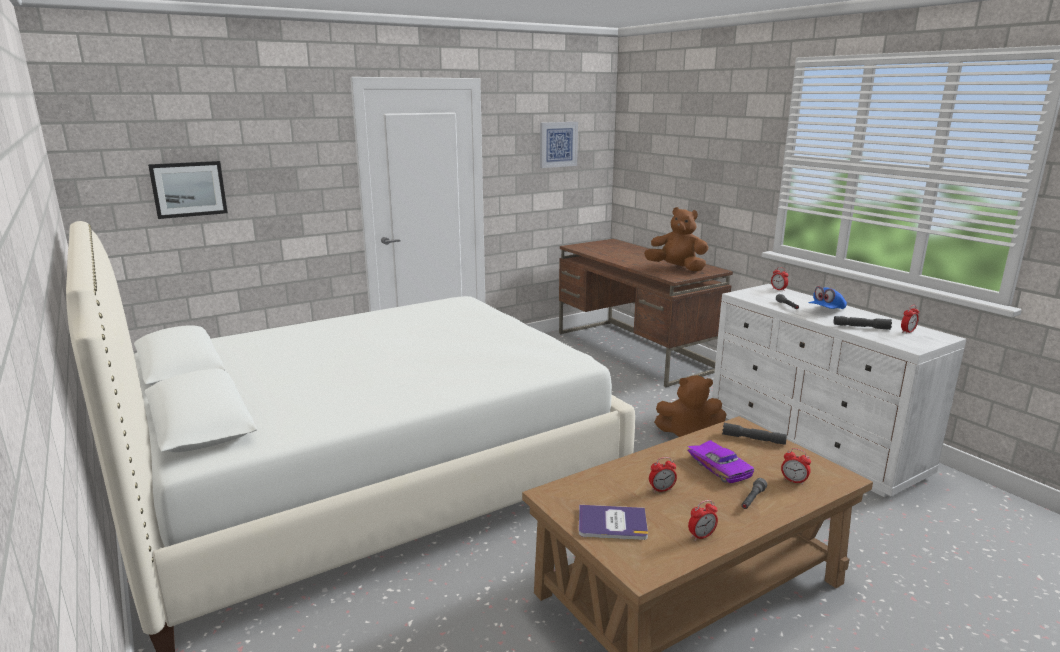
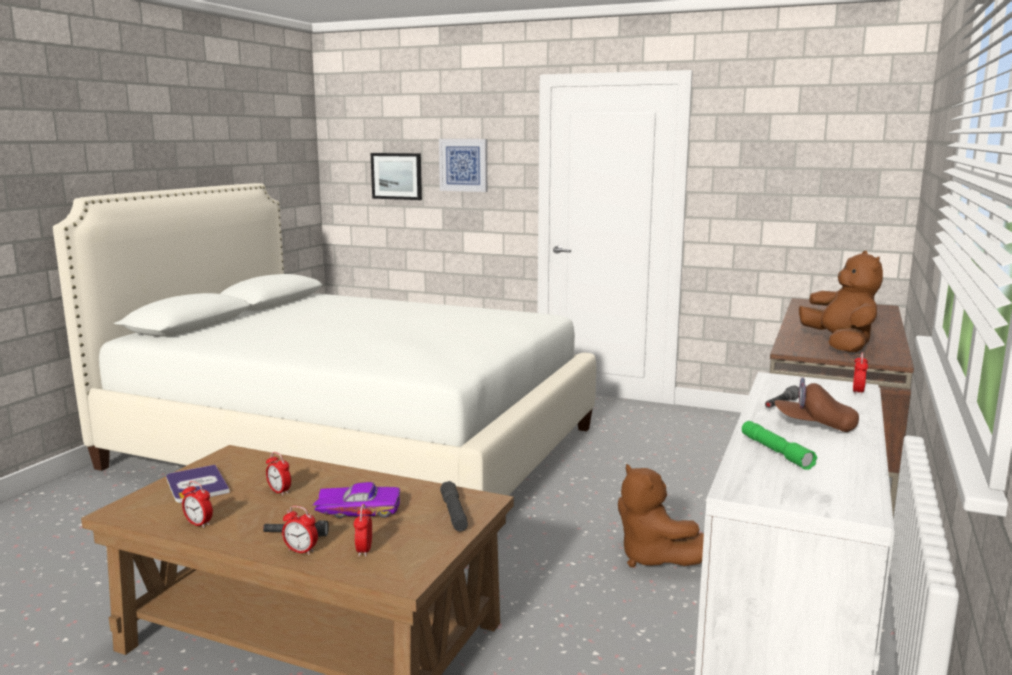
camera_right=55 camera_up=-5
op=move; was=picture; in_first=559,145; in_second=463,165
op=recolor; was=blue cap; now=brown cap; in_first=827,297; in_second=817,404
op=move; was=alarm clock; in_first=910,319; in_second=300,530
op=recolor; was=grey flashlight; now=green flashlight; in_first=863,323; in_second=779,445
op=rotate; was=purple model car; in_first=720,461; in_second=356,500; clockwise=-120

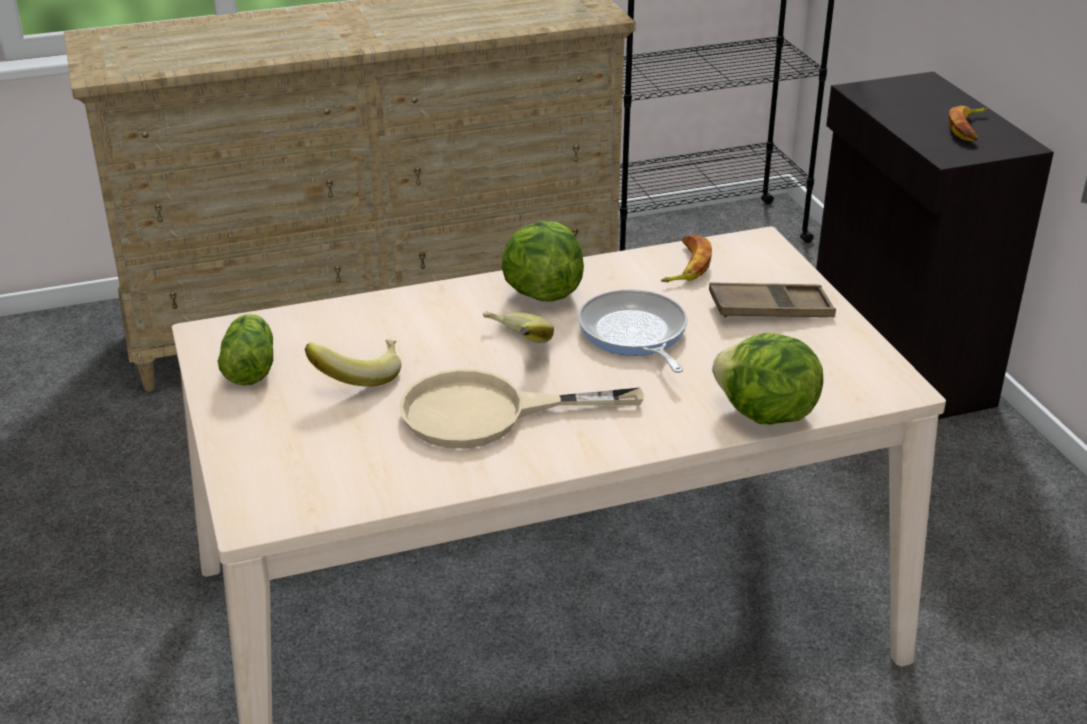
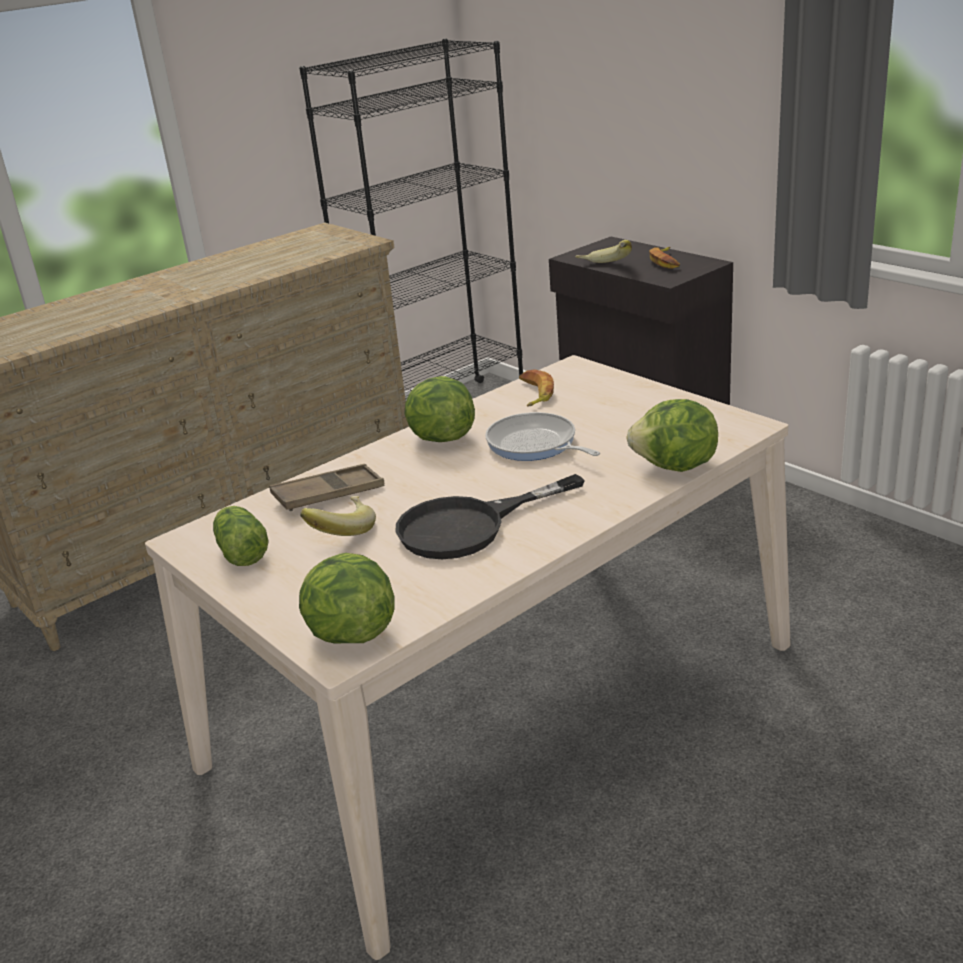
camera_right=-20 camera_up=-5
op=move; was=brown tray; in_first=772,300; in_second=327,487
op=move; was=banana fruit; in_first=518,327; in_second=603,251
op=recolor; was=beige-coloured skillet; now=black skillet; in_first=521,409; in_second=490,516
op=insert; now=lettuce head; in_second=347,598

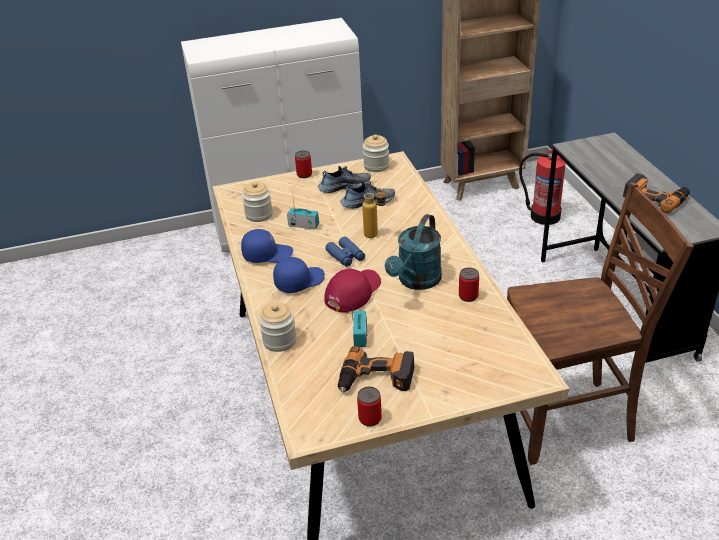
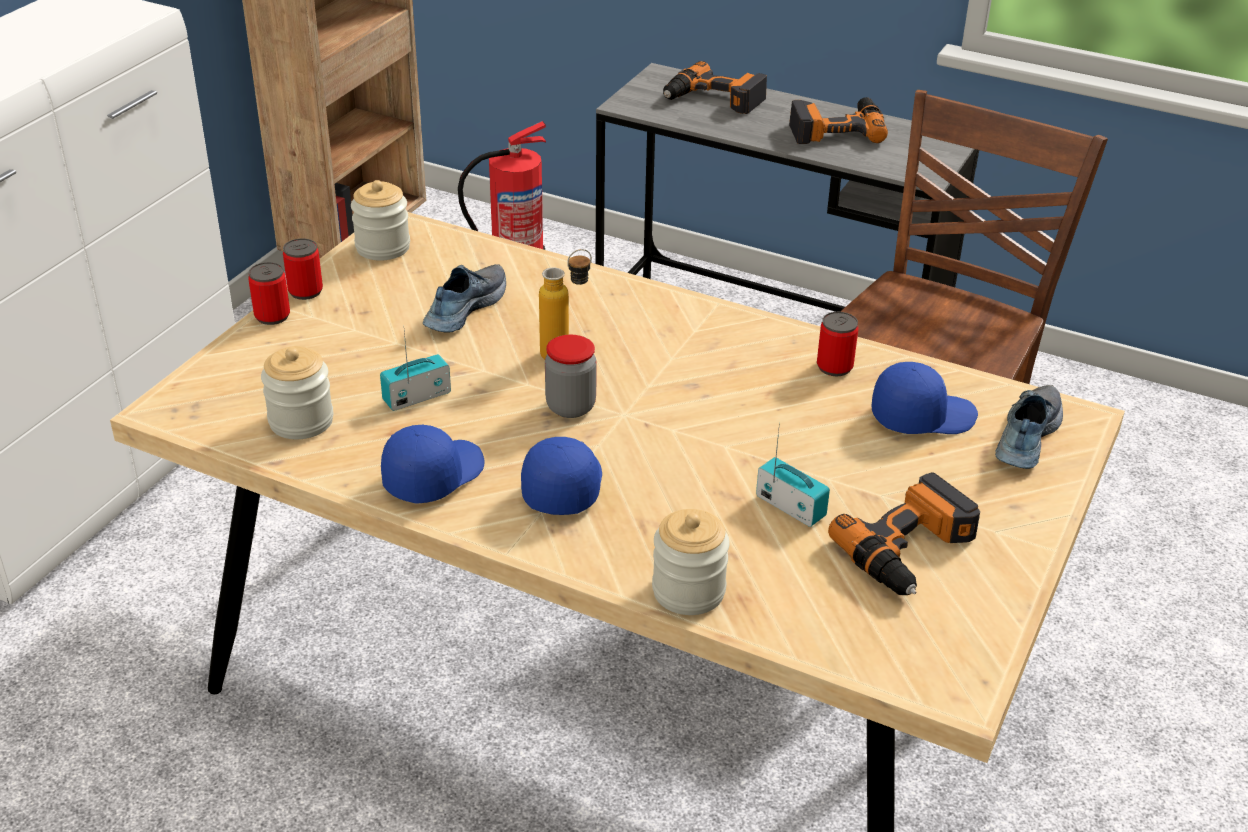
camera_right=-50 camera_up=0
op=move; was=low shoe; in_first=344,179; in_second=1029,427
op=delete; was=blue-green watering can; in_first=413,252
op=replace; was=blue binoculars; now=jar; in_first=345,252; in_second=571,376
op=delete; was=red-coloured cap; in_first=352,291
op=move; was=metal can; in_first=369,407; in_second=303,269
op=insert; now=drill; in_second=715,87
op=insert; now=blue cap; in_second=925,398

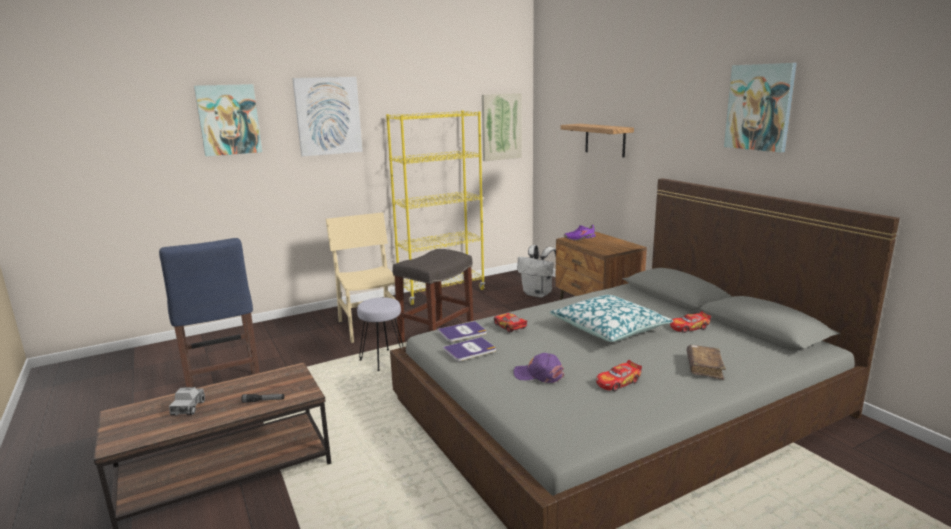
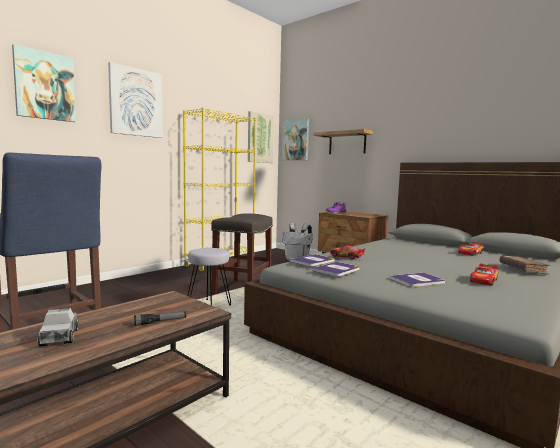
camera_right=-20 camera_up=-10
op=move; was=picture; in_first=760,108; in_second=295,139
op=delete; was=beige-coloured upright chair; in_first=361,277
op=delete; was=throw pillow; in_first=611,318
op=replace; was=purple cap; now=bound book; in_first=538,368; in_second=417,279

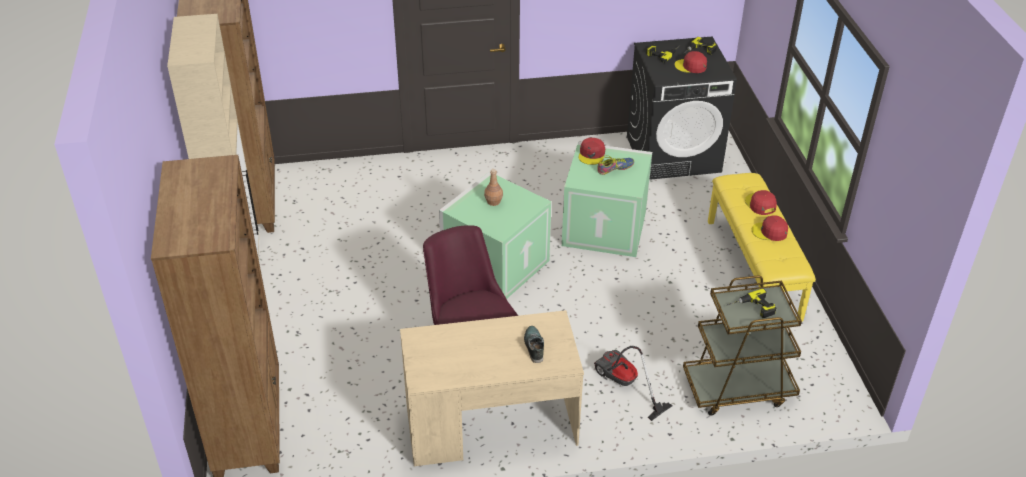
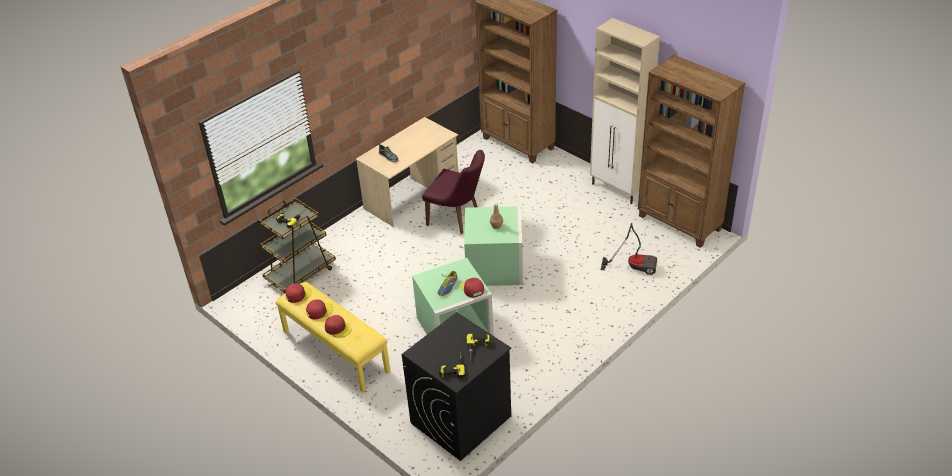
camera_right=145 camera_up=0
op=move; was=red-coloured cap; in_first=690,62; in_second=298,293
op=move; was=hoover; in_first=633,383; in_second=629,249

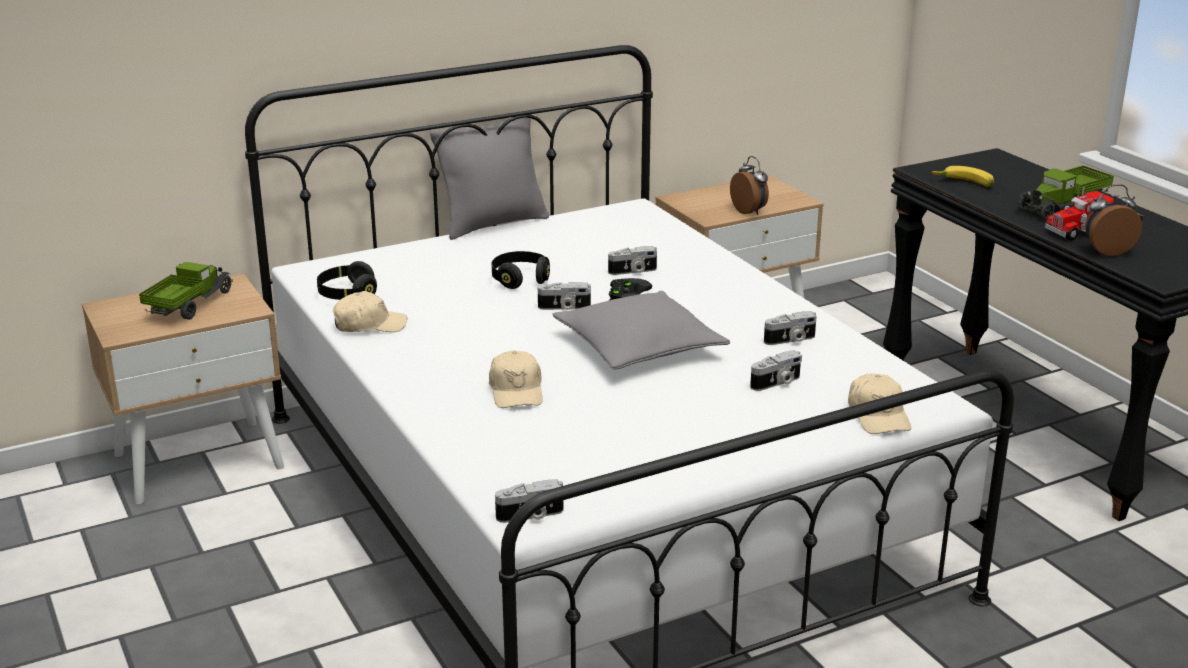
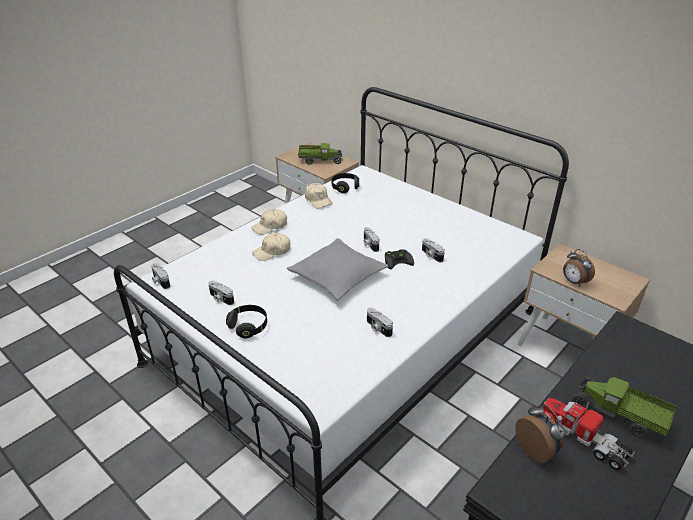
camera_right=70 camera_up=10
op=delete; was=grey throw pillow; in_first=489,177
op=rotate; was=alarm clock; in_first=749,185; in_second=579,268; clockwise=105
op=delete; was=banana fruit; in_first=963,176
op=move; was=black headset; in_first=521,270; in_second=246,321
op=move; was=still camera; in_first=776,370; in_second=221,293
op=move; was=beige-coloured cap; in_first=879,403; in_second=269,222

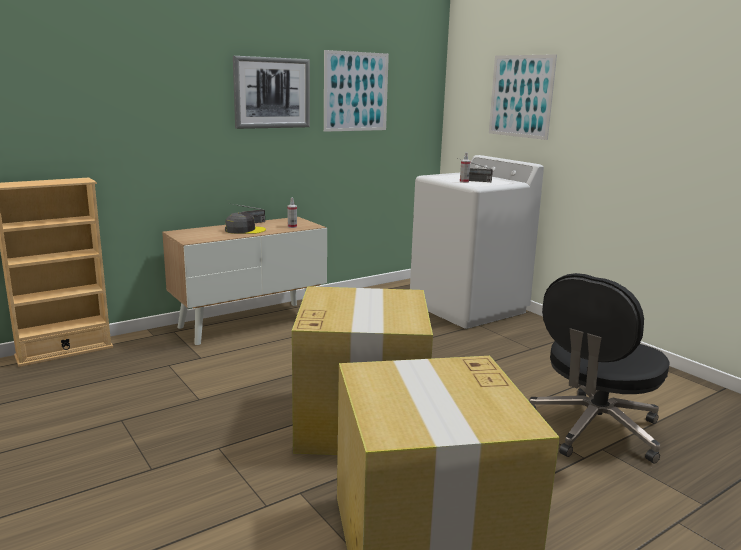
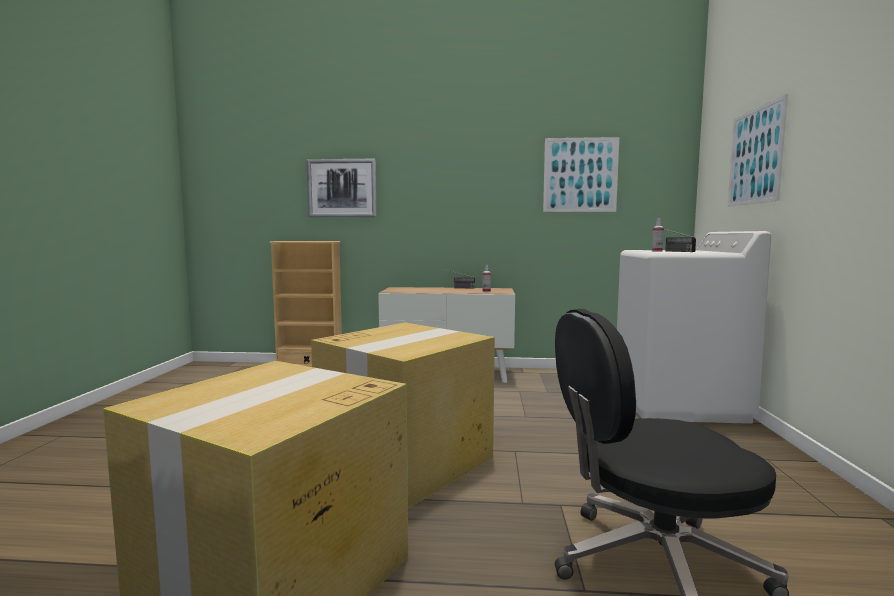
camera_right=40 camera_up=-10
op=move; was=picture; in_first=271,92; in_second=341,188
op=delete; was=grey cap; in_first=245,223

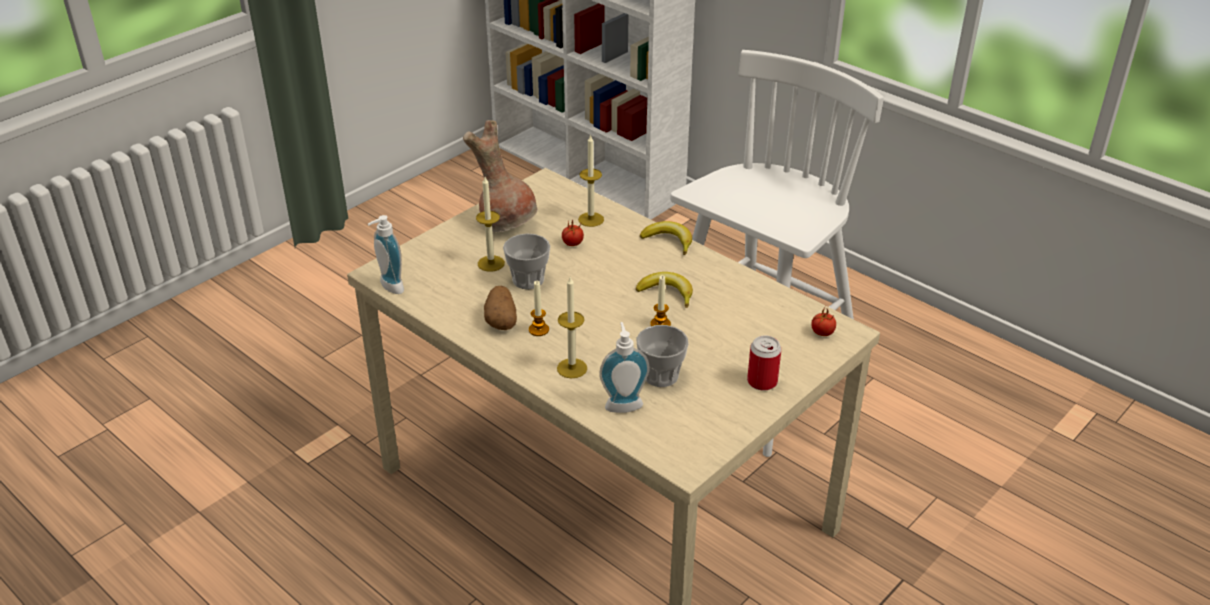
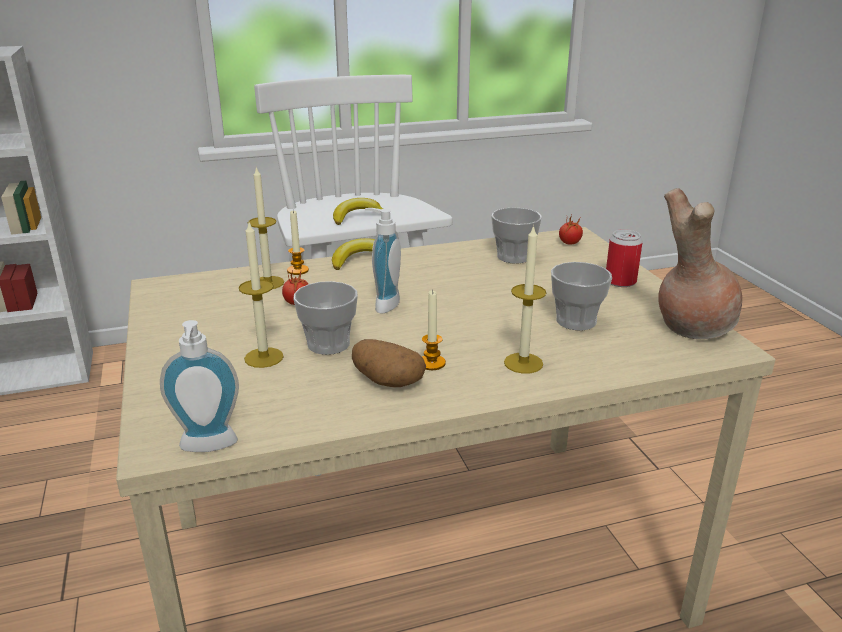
camera_right=-60 camera_up=-10
op=move; was=brown decorative vase; in_first=500,176; in_second=700,263
op=move; was=banana fruit; in_first=664,290; in_second=358,211
op=move; was=wax light; in_first=660,300; in_second=298,243
op=move; was=liquid soap bottle; in_first=624,367; in_second=383,260
op=insert; now=cup; in_second=516,236

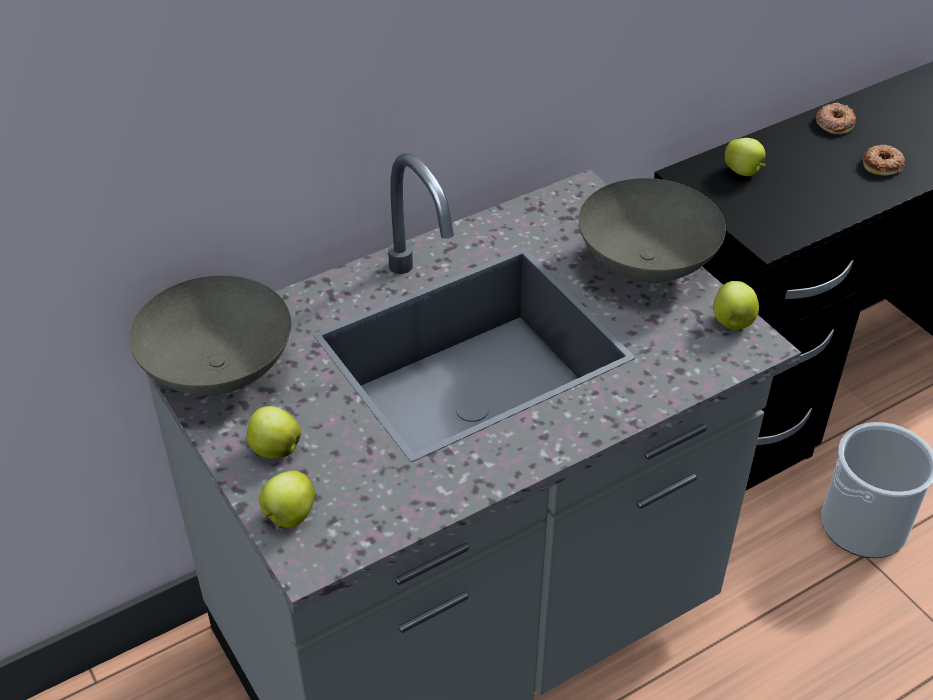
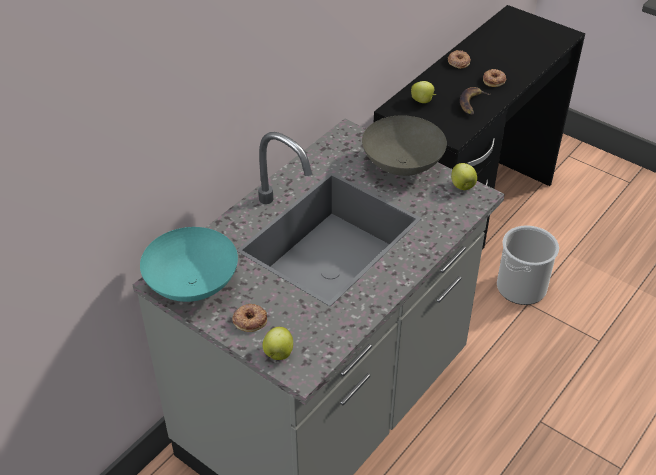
camera_right=-20 camera_up=0
op=recolor; was=grey deep dish; now=blue-green deep dish; in_first=210,335; in_second=189,264
op=replace; was=whole apple; now=ring doughnut; in_first=274,432; in_second=249,318
op=insert; now=banana fruit; in_second=475,101

